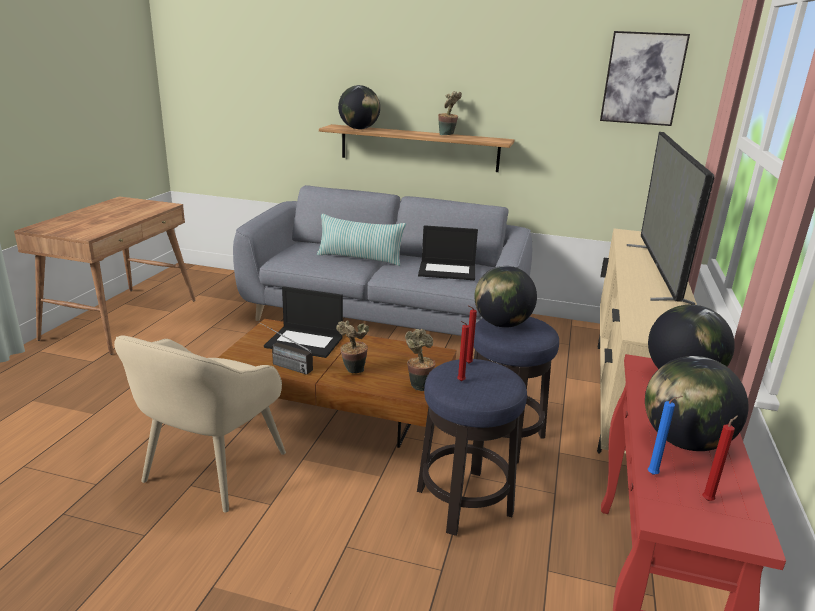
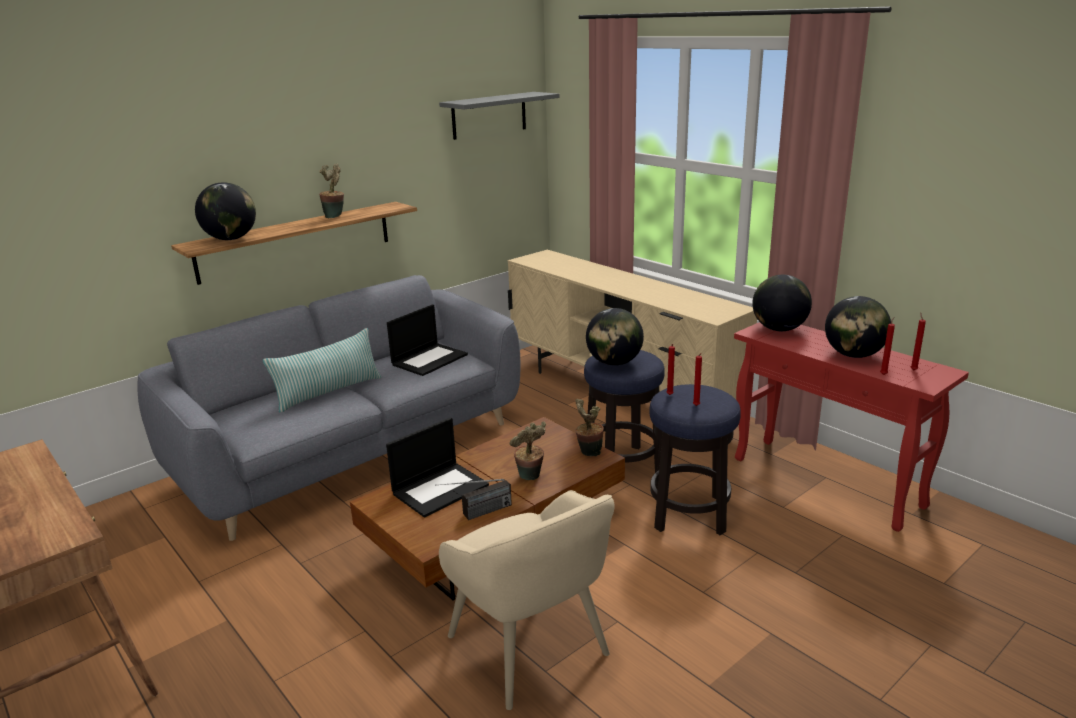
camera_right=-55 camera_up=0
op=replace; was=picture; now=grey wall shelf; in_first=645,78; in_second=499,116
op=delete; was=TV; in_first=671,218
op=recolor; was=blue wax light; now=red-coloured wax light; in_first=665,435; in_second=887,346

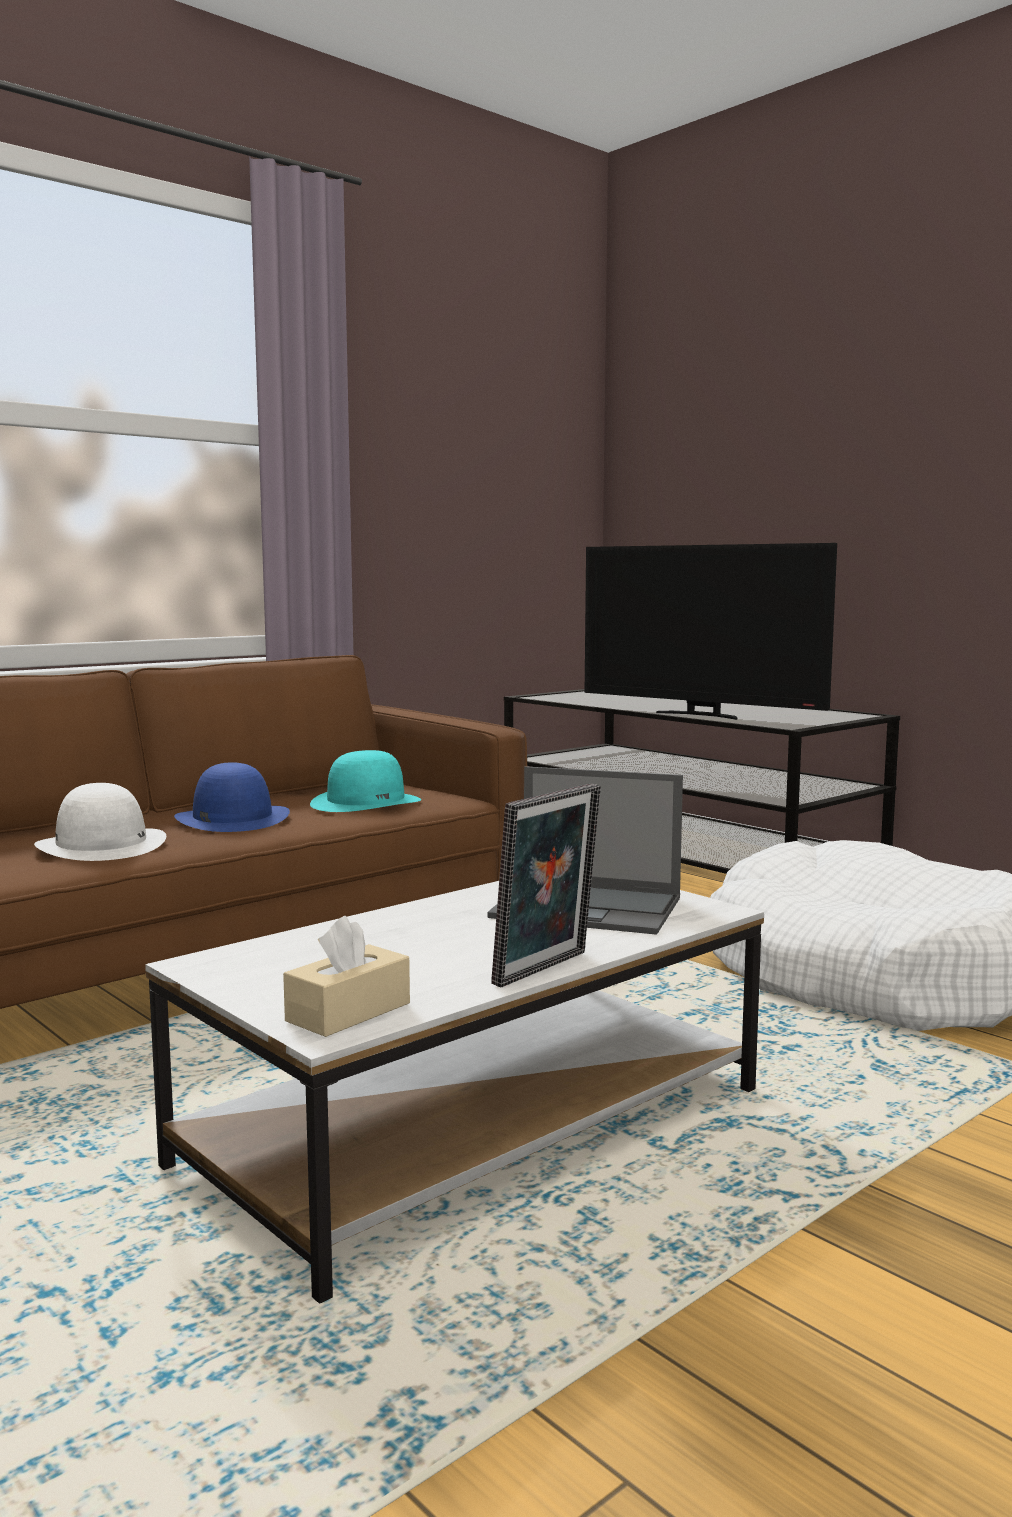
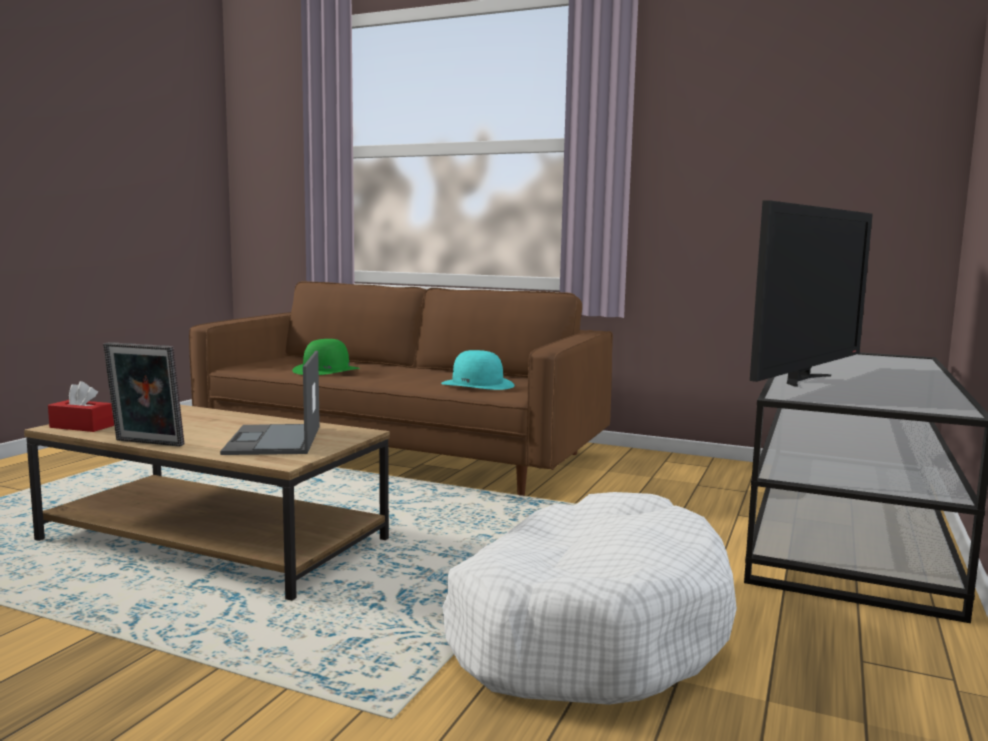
camera_right=65 camera_up=0
op=rotate; was=TV; in_first=711,631; in_second=811,293; clockwise=-150
op=delete; was=blue wearable hat; in_first=232,797
op=recolor; was=white-coloured wearable hat; now=green wearable hat; in_first=100,822; in_second=326,357
op=recolor; was=white-coloured lounge table; now=brown lounge table; in_first=454,1092; in_second=207,503
op=recolor; was=beige-coloured tissue holder; now=red-coloured tissue holder; in_first=346,976; in_second=81,406

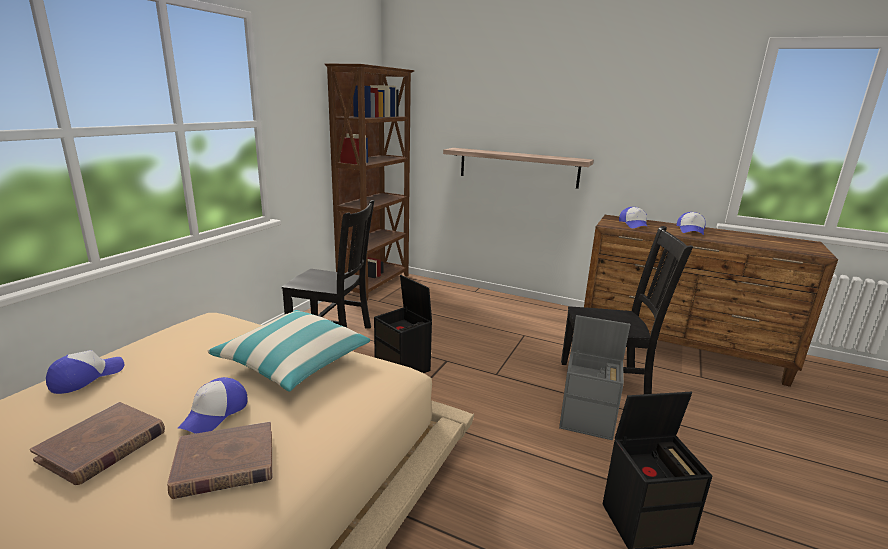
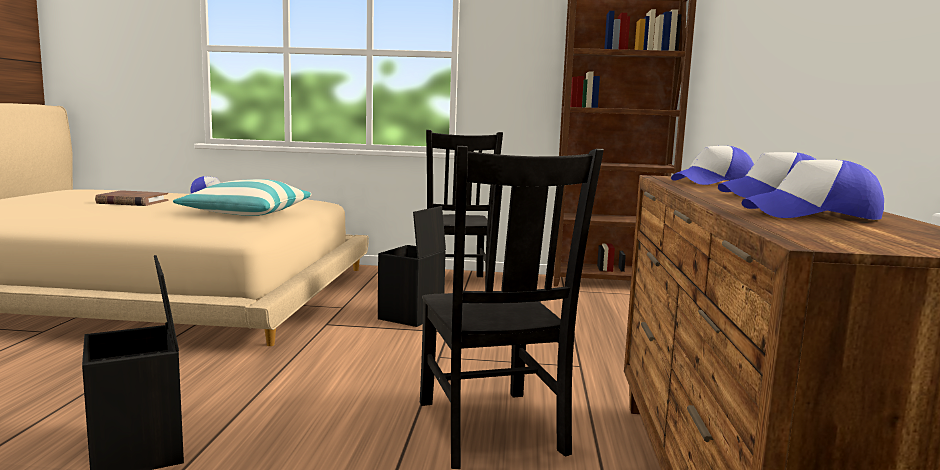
camera_right=70 camera_up=-10
op=delete; was=wall shelf; in_first=518,168
op=delete; was=grey storage container; in_first=594,377
op=move; was=cap; in_first=212,405; in_second=813,190
op=delete; was=brown bound book; in_first=219,460

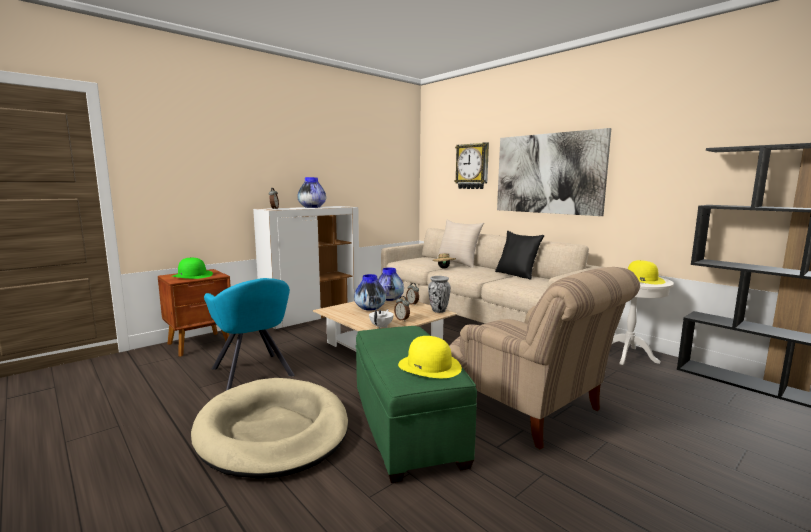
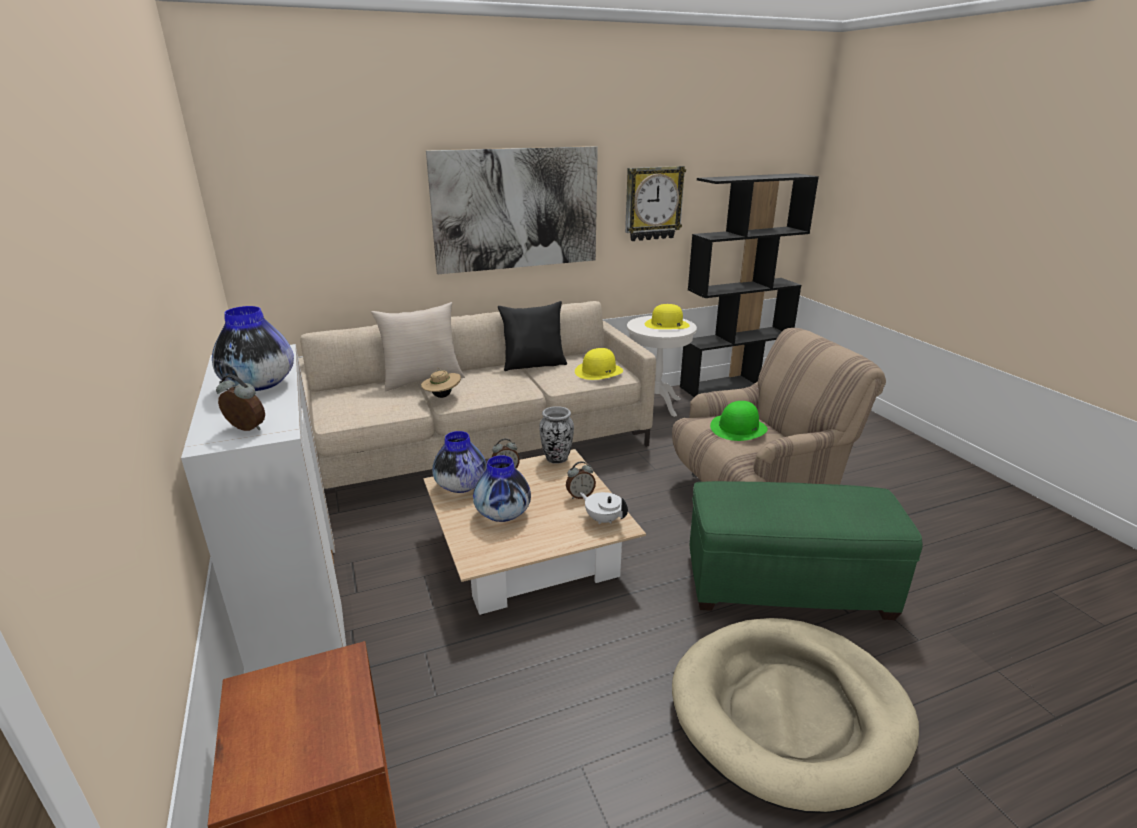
camera_right=-70 camera_up=15
op=move; was=wall clock; in_first=471,165; in_second=655,203
op=move; was=green wearable hat; in_first=192,268; in_second=739,421
op=delete; was=blue-green easy chair; in_first=249,334
op=move; was=yellowish wearable hat; in_first=430,357; in_second=599,364

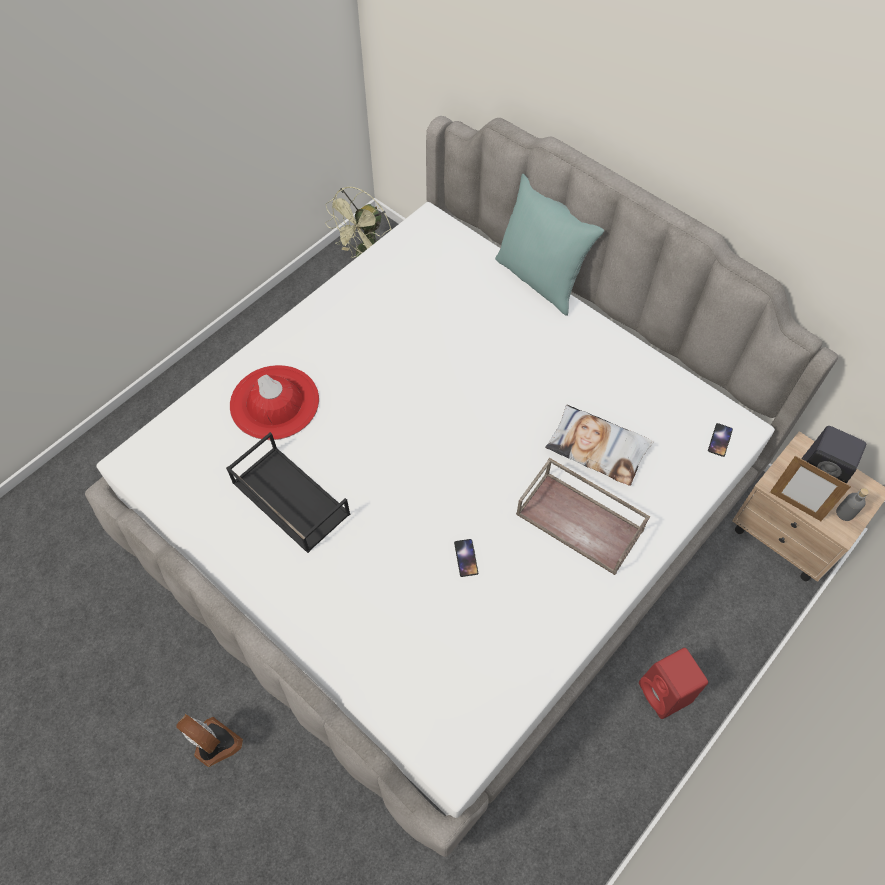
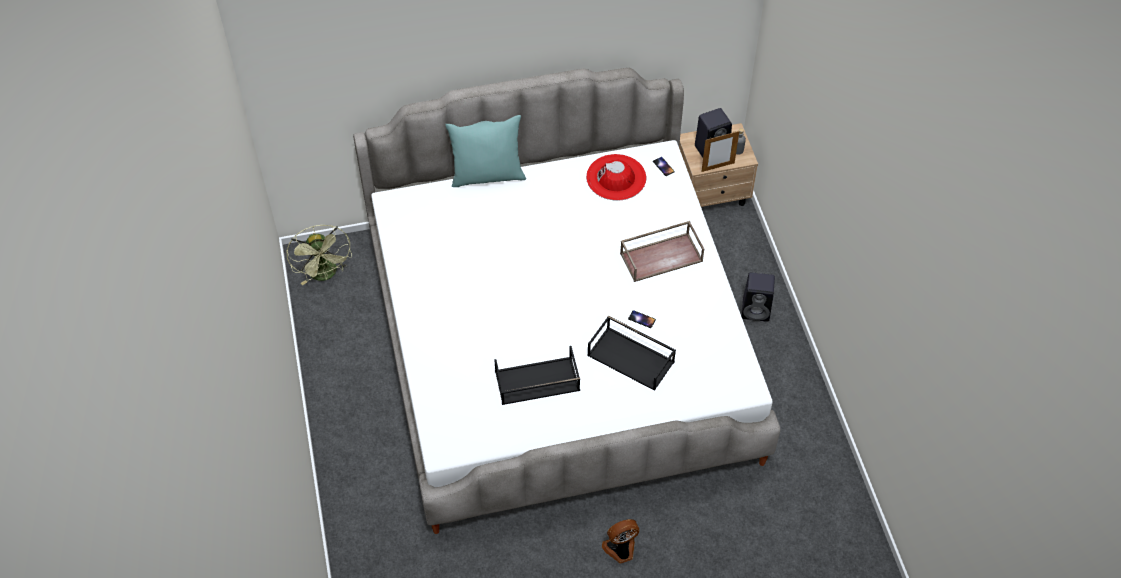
camera_right=-55 camera_up=-5
op=move; was=red-coloured wearable hat; in_first=274,402; in_second=616,177
op=delete; was=throw pillow; in_first=599,445
op=recolor; was=red-coloured speaker; now=black speaker; in_first=673,683; in_second=758,297
op=insert; now=black tray; in_second=631,353

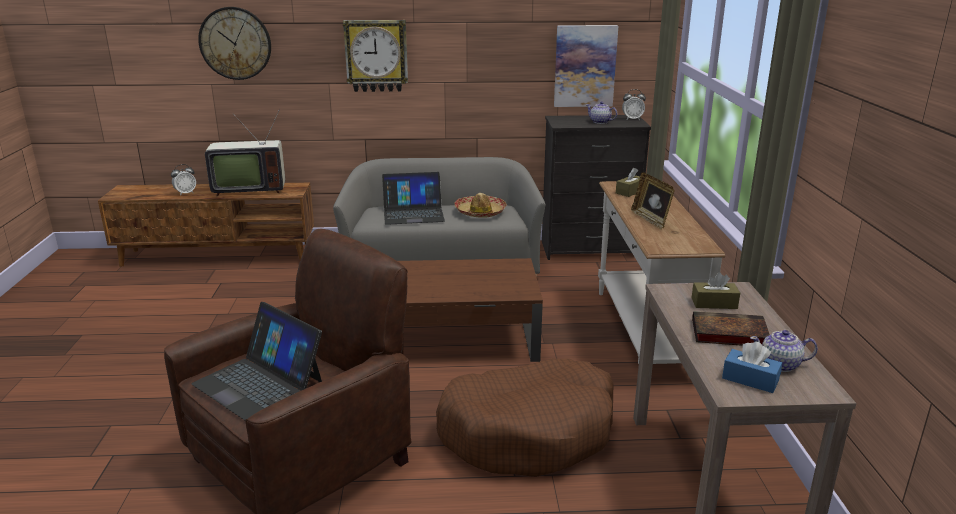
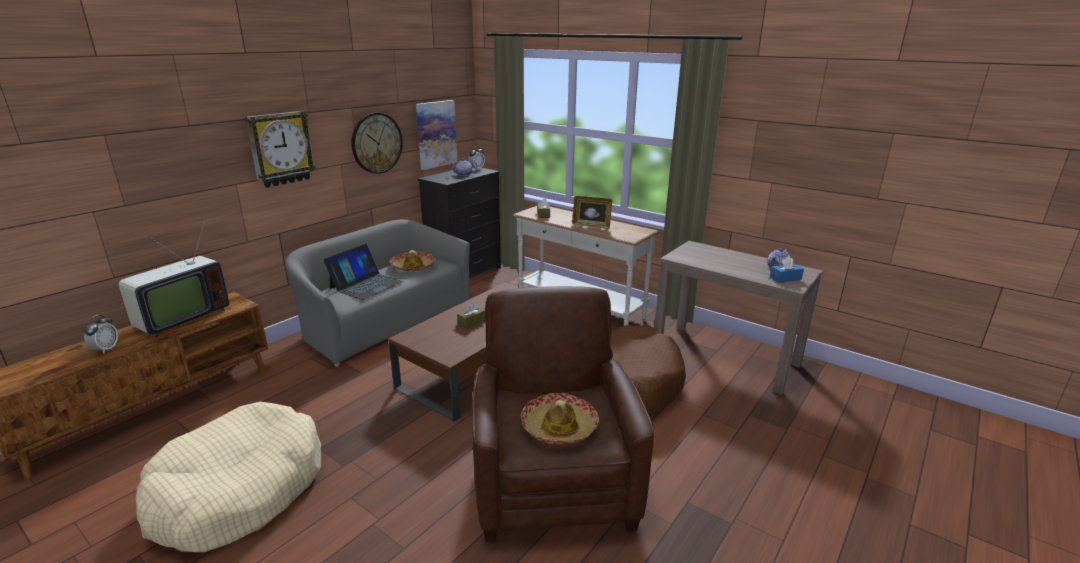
camera_right=-50 camera_up=0
op=move; was=wall clock; in_first=234,43; in_second=377,143
op=move; was=brown tissue holder; in_first=716,290; in_second=471,315
op=replace; was=notebook computer; now=wearable hat; in_first=256,361; in_second=559,418
op=delete; was=bound book; in_first=731,328
op=insert; now=beige-coloured dog bed; in_second=228,477

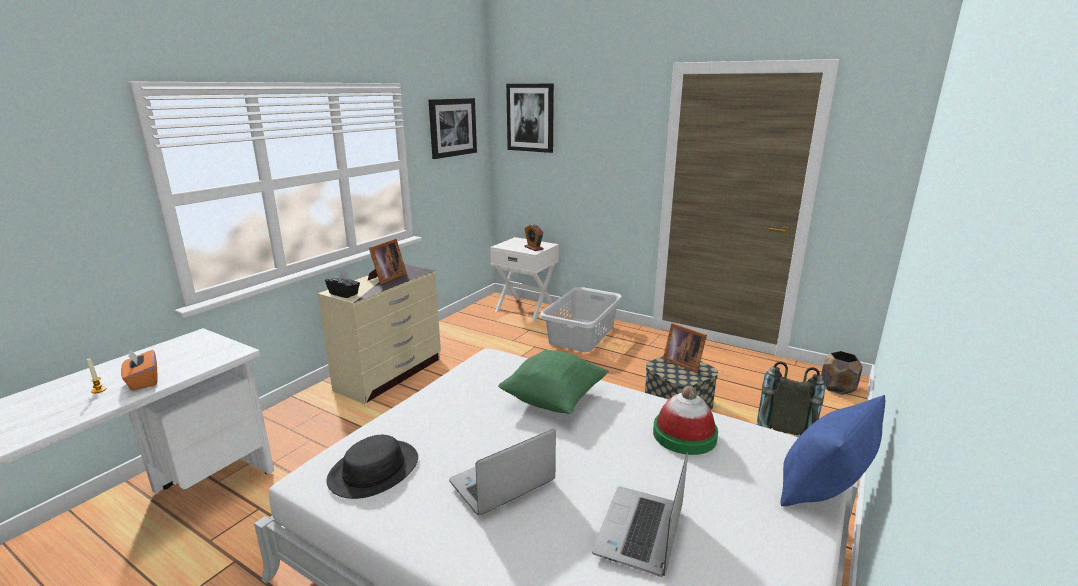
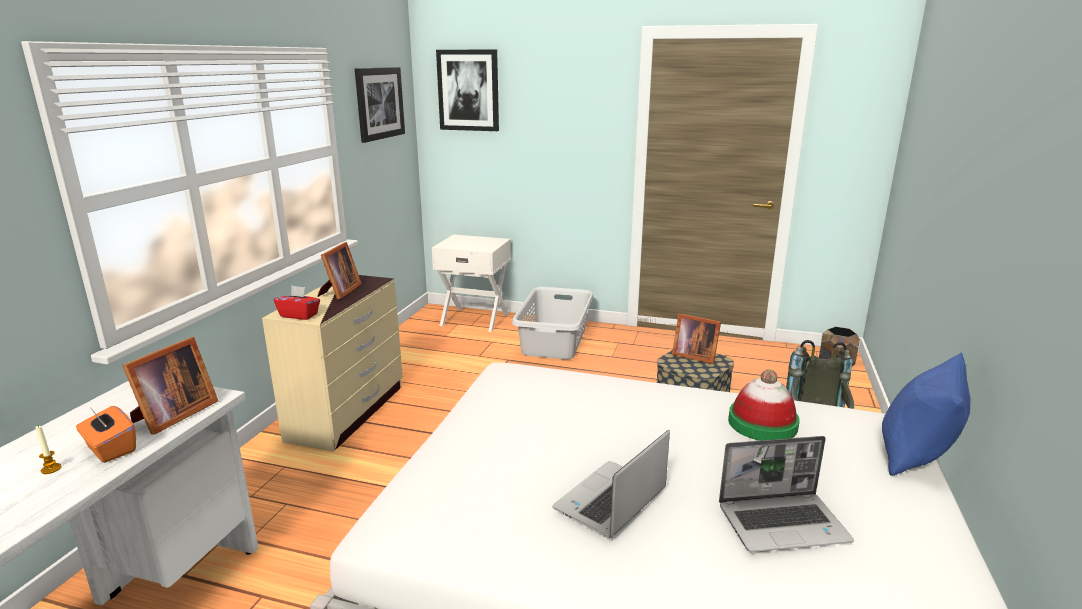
camera_right=-15 camera_up=0
op=delete; was=alarm clock; in_first=533,237
op=recolor; was=black tissue holder; now=red-coloured tissue holder; in_first=342,284; in_second=297,302
op=delete; was=green throw pillow; in_first=553,382
op=delete; was=black wearable hat; in_first=372,467
op=rotate; was=notebook computer; in_first=640,514; in_second=786,494; clockwise=-105
op=insert; now=standing frame; in_second=170,386

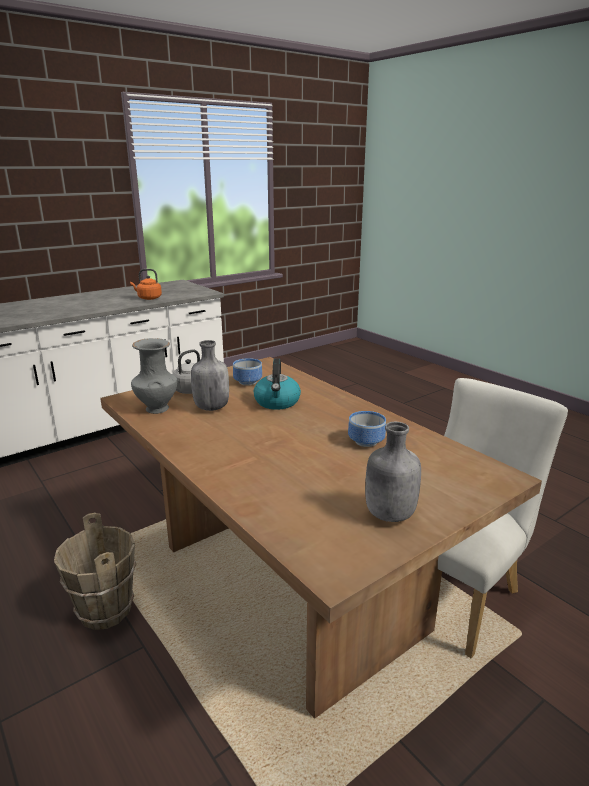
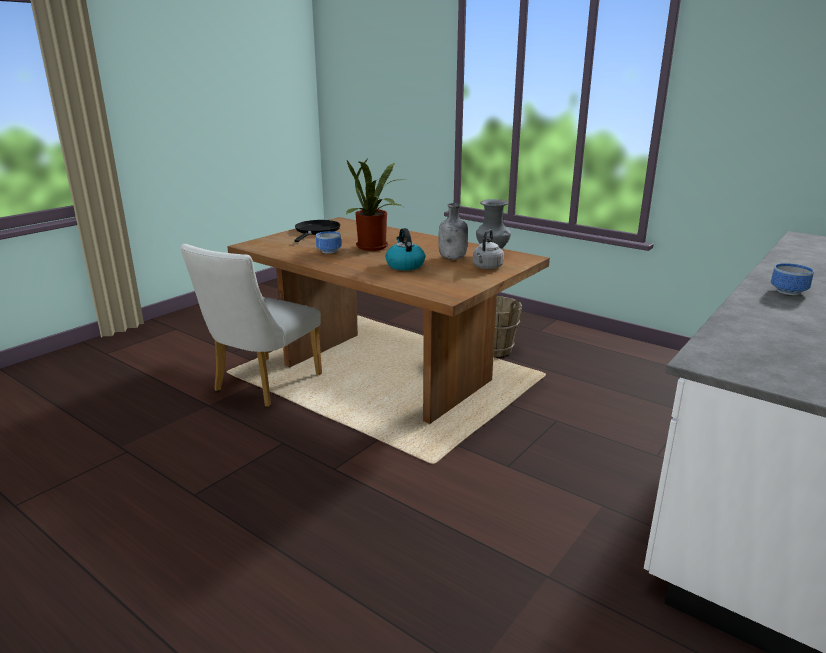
camera_right=165 camera_up=0
op=delete; was=orangey kettle; in_first=146,284
op=move; was=deep dish; in_first=247,372; in_second=792,279
op=replace; was=grey drink bottle; now=black skillet; in_first=393,472; in_second=317,231
op=insert; now=houseplant; in_second=375,204

